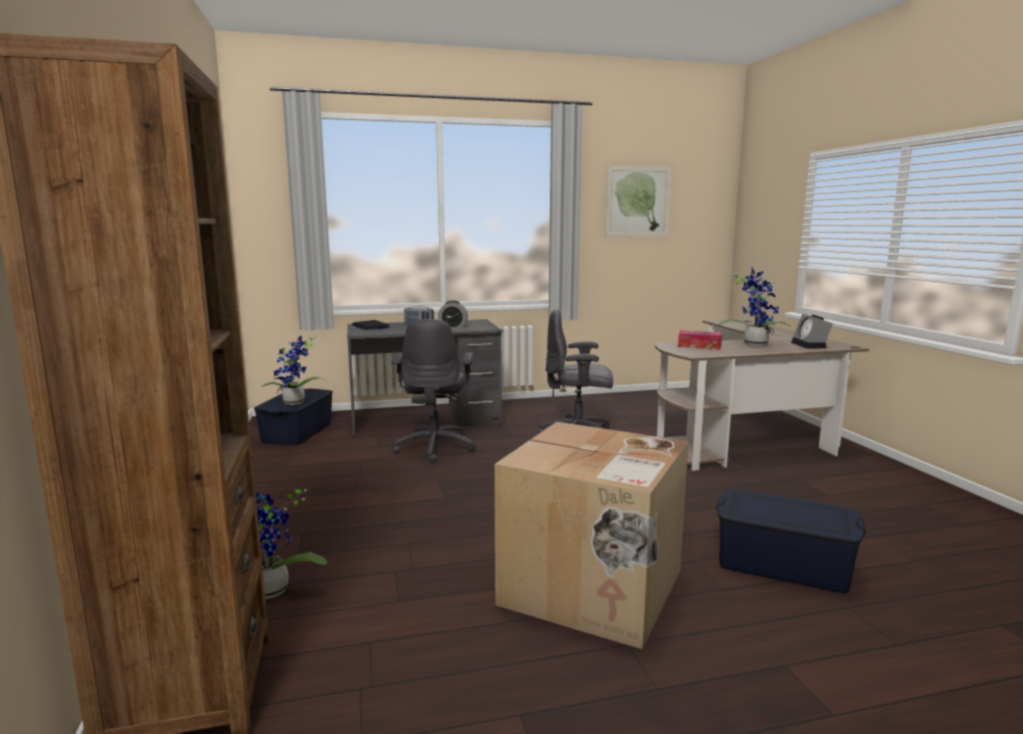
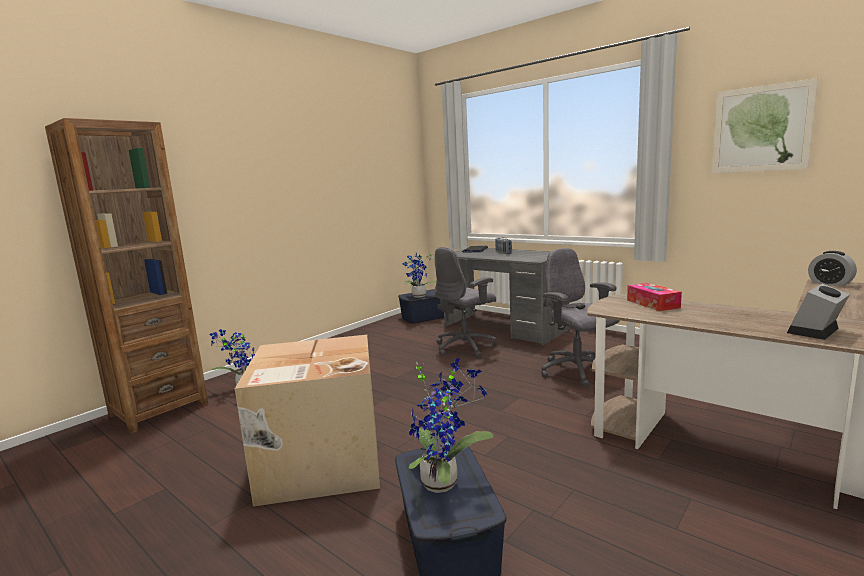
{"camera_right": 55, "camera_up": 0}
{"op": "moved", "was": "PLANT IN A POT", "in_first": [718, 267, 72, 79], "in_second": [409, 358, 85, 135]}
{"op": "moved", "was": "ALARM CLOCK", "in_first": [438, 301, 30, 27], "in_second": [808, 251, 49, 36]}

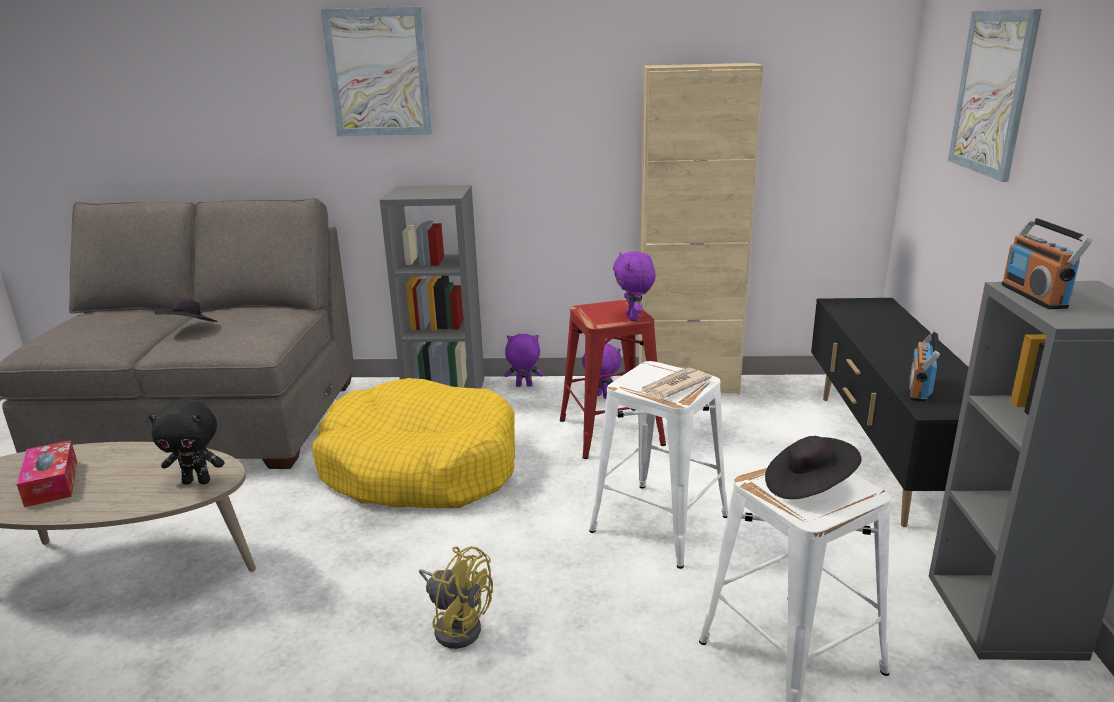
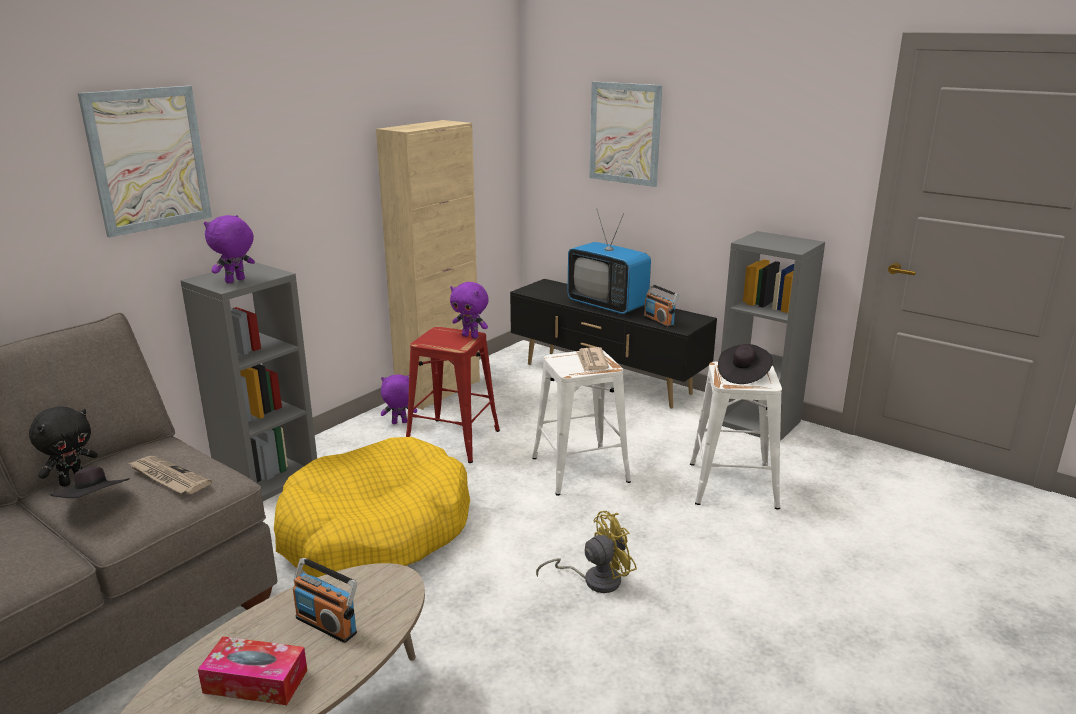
{"camera_right": -55, "camera_up": 0}
{"op": "moved", "was": "BLACK SOFT TOY", "in_first": [148, 400, 76, 85], "in_second": [29, 406, 69, 81]}
{"op": "added", "now": "PRINTED PAPER", "in_second": [129, 456, 83, 38]}
{"op": "moved", "was": "PURPLE-COLOURED SOFT TOY", "in_first": [504, 334, 39, 53], "in_second": [204, 215, 51, 68]}
{"op": "moved", "was": "RADIO", "in_first": [1001, 217, 91, 92], "in_second": [293, 558, 64, 85]}
{"op": "added", "now": "TELEVISION", "in_second": [567, 210, 84, 104]}

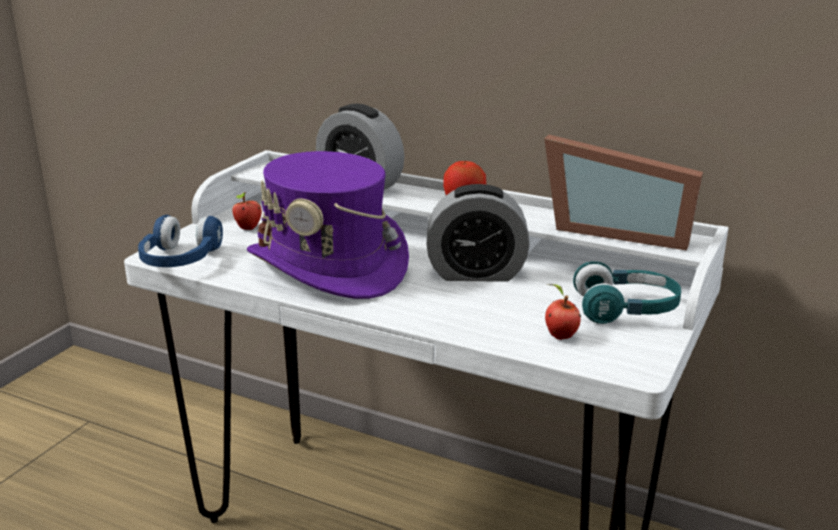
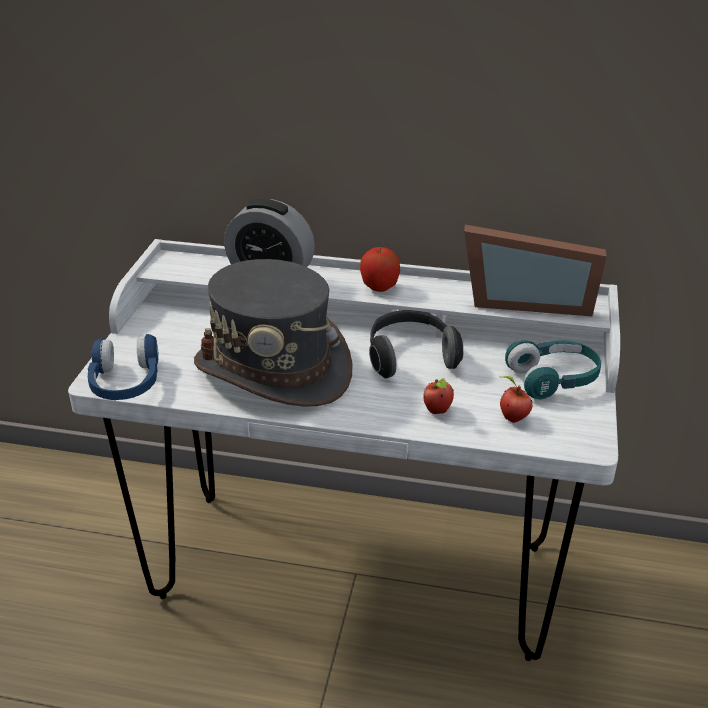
{"camera_right": -15, "camera_up": 10}
{"op": "recoloured", "was": "PURPLE-COLOURED WEARABLE HAT", "now": "GRAY WEARABLE HAT", "in_first": [247, 151, 162, 148], "in_second": [194, 259, 159, 148]}
{"op": "replaced", "was": "ALARM CLOCK", "now": "HEADPHONES", "in_first": [427, 184, 103, 98], "in_second": [369, 310, 95, 68]}
{"op": "moved", "was": "WHOLE APPLE", "in_first": [232, 192, 30, 38], "in_second": [423, 378, 31, 36]}

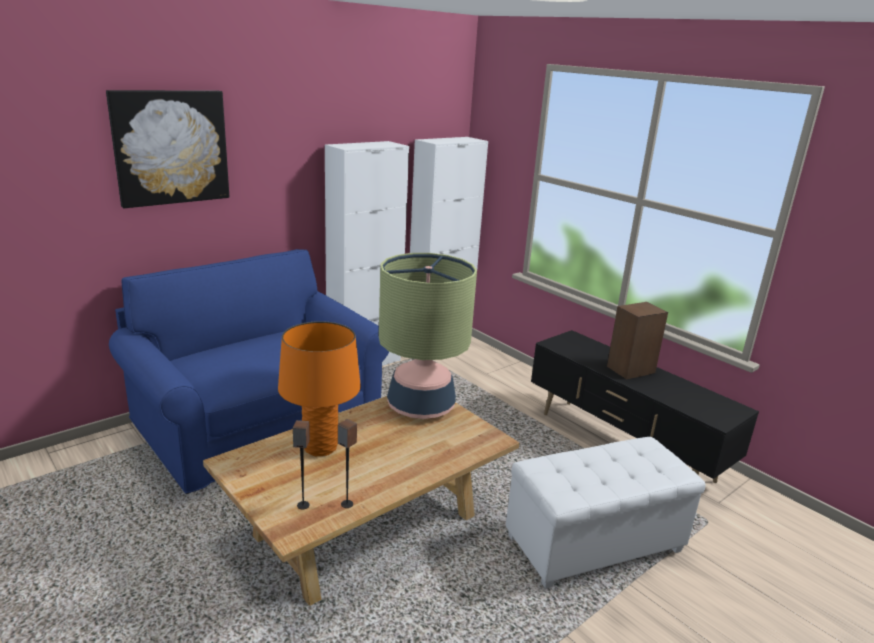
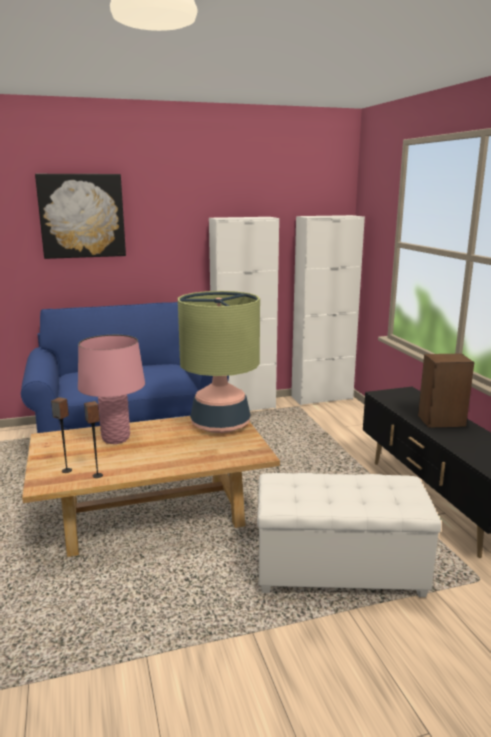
{"camera_right": 25, "camera_up": -5}
{"op": "recoloured", "was": "ORANGE TABLETOP LAMP", "now": "PINKISH TABLETOP LAMP", "in_first": [278, 321, 83, 135], "in_second": [78, 335, 67, 109]}

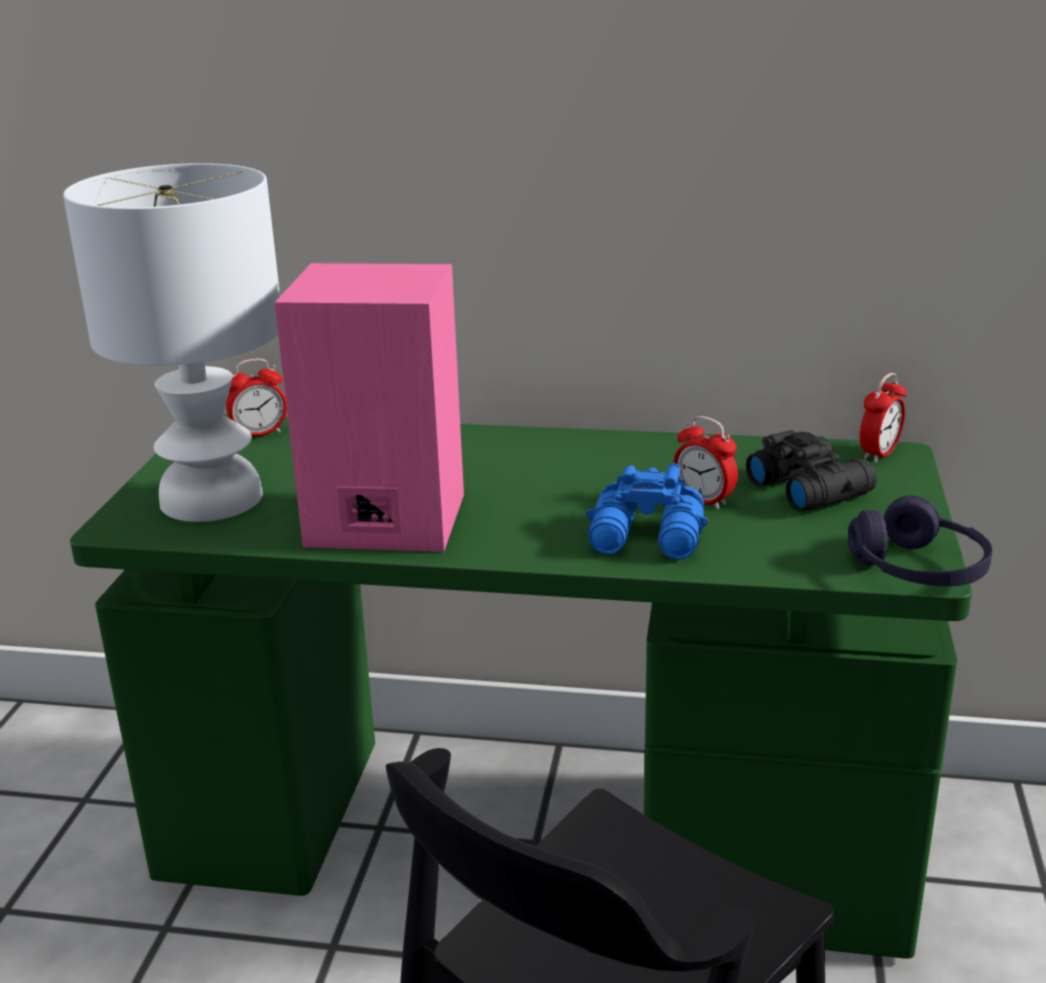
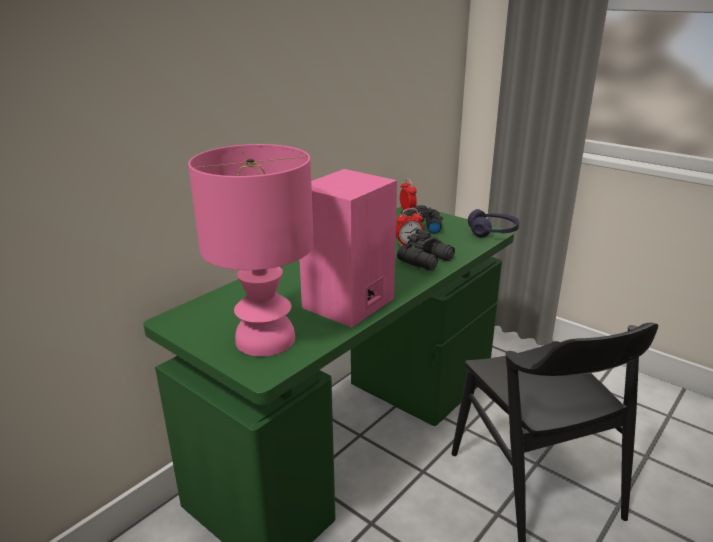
{"camera_right": -60, "camera_up": 0}
{"op": "recoloured", "was": "WHITE-COLOURED TABLETOP LAMP", "now": "PINKISH TABLETOP LAMP", "in_first": [63, 163, 217, 359], "in_second": [188, 144, 126, 213]}
{"op": "recoloured", "was": "BLUISH FIELD GLASSES", "now": "BLACK FIELD GLASSES", "in_first": [586, 463, 122, 97], "in_second": [397, 229, 58, 42]}
{"op": "removed", "was": "ALARM CLOCK", "in_first": [226, 358, 61, 78]}

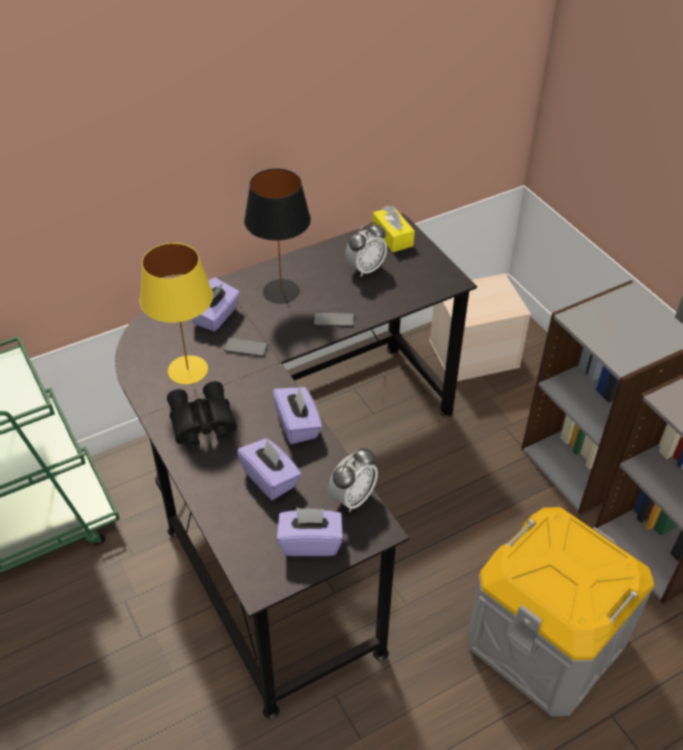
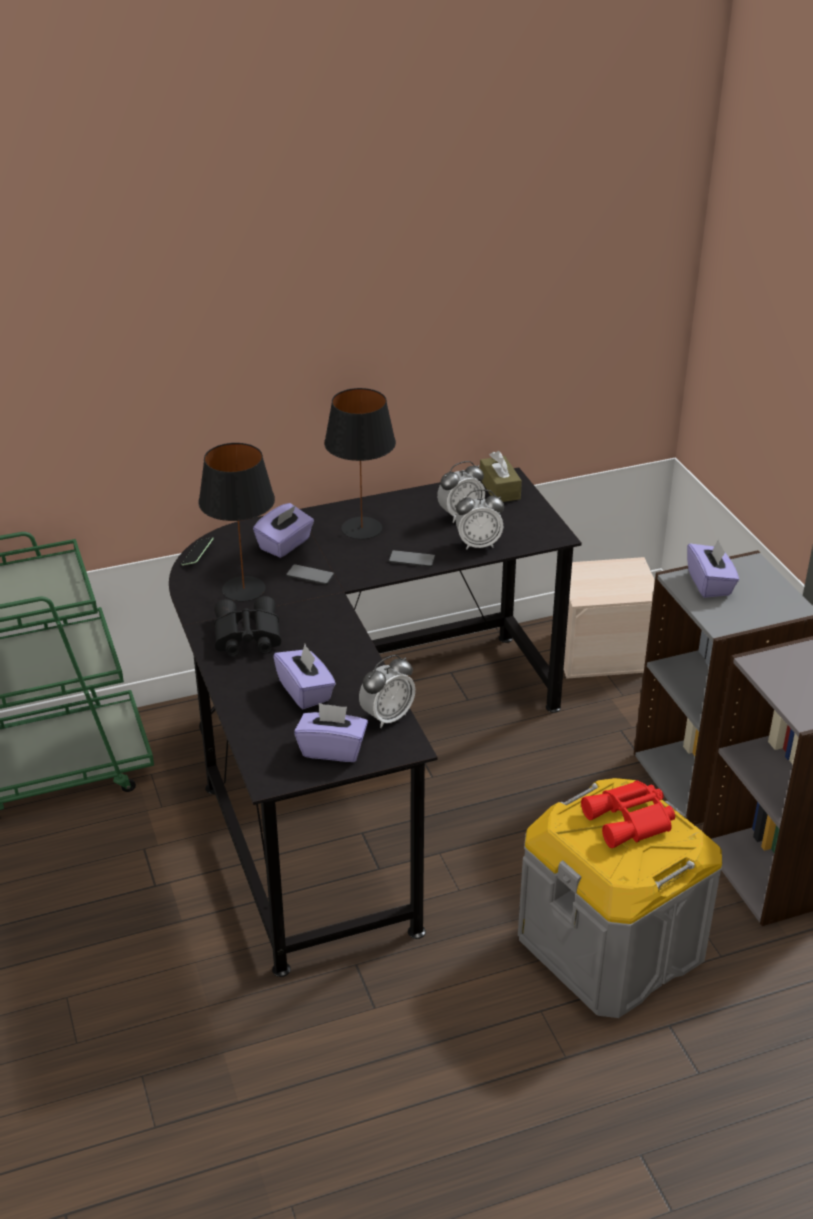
{"camera_right": 10, "camera_up": -10}
{"op": "added", "now": "TELEPHONE", "in_second": [181, 537, 33, 29]}
{"op": "recoloured", "was": "YELLOWISH TABLETOP LAMP", "now": "BLACK TABLETOP LAMP", "in_first": [140, 243, 73, 141], "in_second": [198, 443, 77, 158]}
{"op": "added", "now": "ALARM CLOCK", "in_second": [456, 489, 48, 61]}
{"op": "recoloured", "was": "YELLOWISH TISSUE BOX", "now": "BROWN TISSUE BOX", "in_first": [373, 206, 42, 46], "in_second": [480, 451, 42, 51]}
{"op": "added", "now": "RED FIELD GLASSES", "in_second": [581, 780, 94, 68]}
{"op": "moved", "was": "PURPLE-COLOURED TISSUE BOX", "in_first": [272, 387, 50, 57], "in_second": [687, 539, 52, 59]}

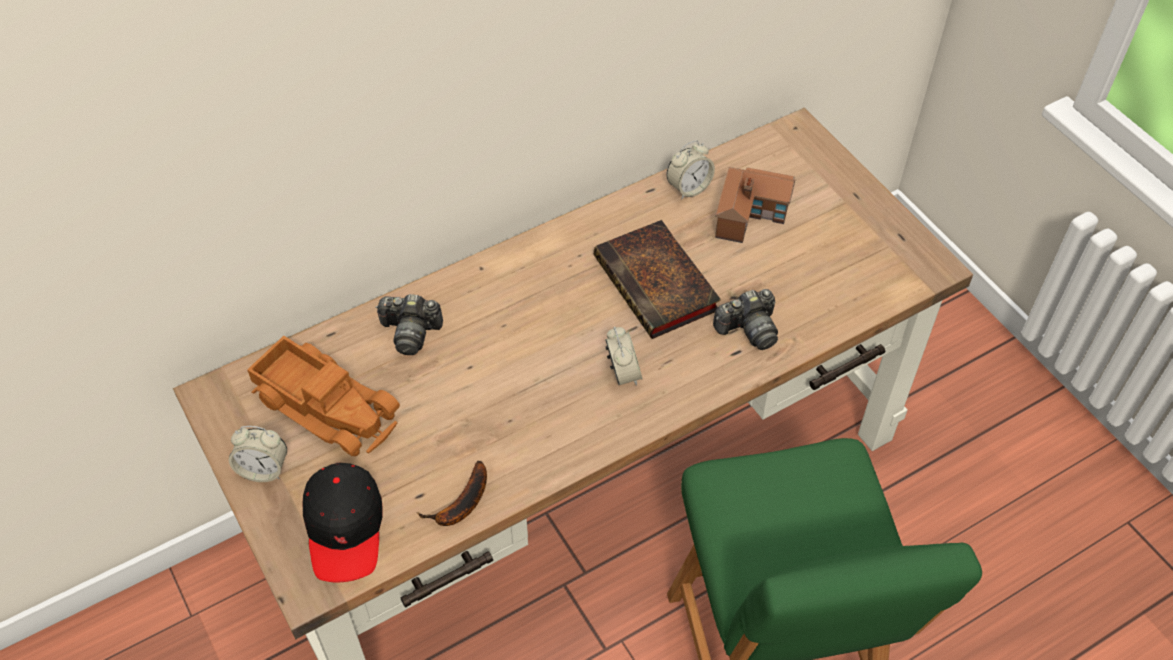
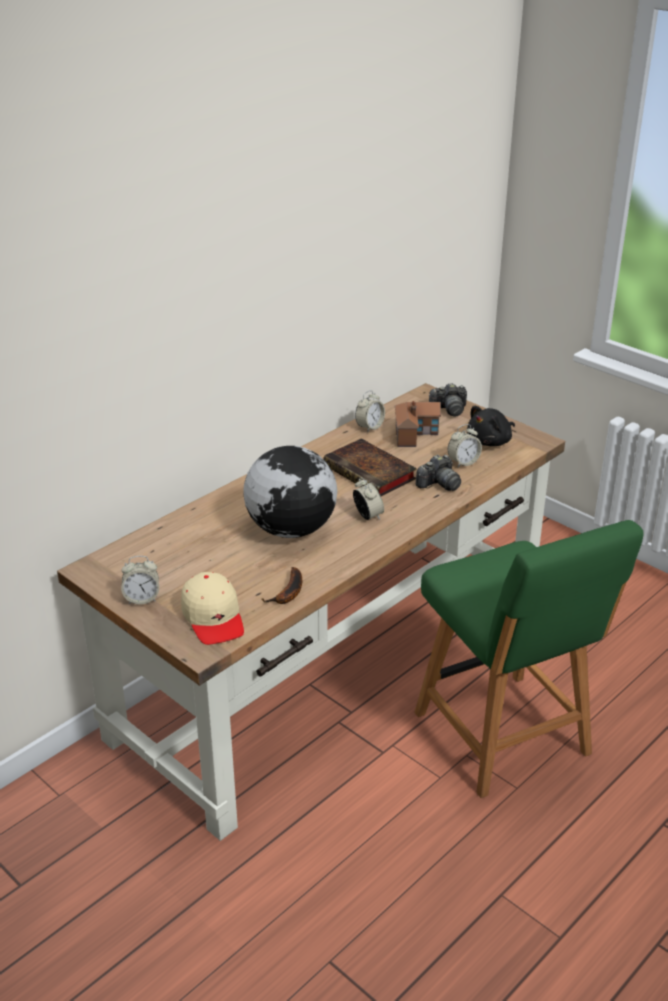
{"camera_right": -15, "camera_up": -20}
{"op": "recoloured", "was": "BLACK CAP", "now": "BEIGE CAP", "in_first": [303, 463, 80, 120], "in_second": [181, 572, 63, 73]}
{"op": "added", "now": "DESK GLOBE", "in_second": [243, 446, 94, 92]}
{"op": "moved", "was": "PHOTO CAMERA", "in_first": [376, 294, 67, 61], "in_second": [429, 383, 38, 33]}
{"op": "added", "now": "ALARM CLOCK", "in_second": [448, 424, 34, 43]}
{"op": "added", "now": "BLACK SOFT TOY", "in_second": [467, 406, 48, 40]}
{"op": "removed", "was": "TOY TRUCK", "in_first": [247, 336, 153, 120]}

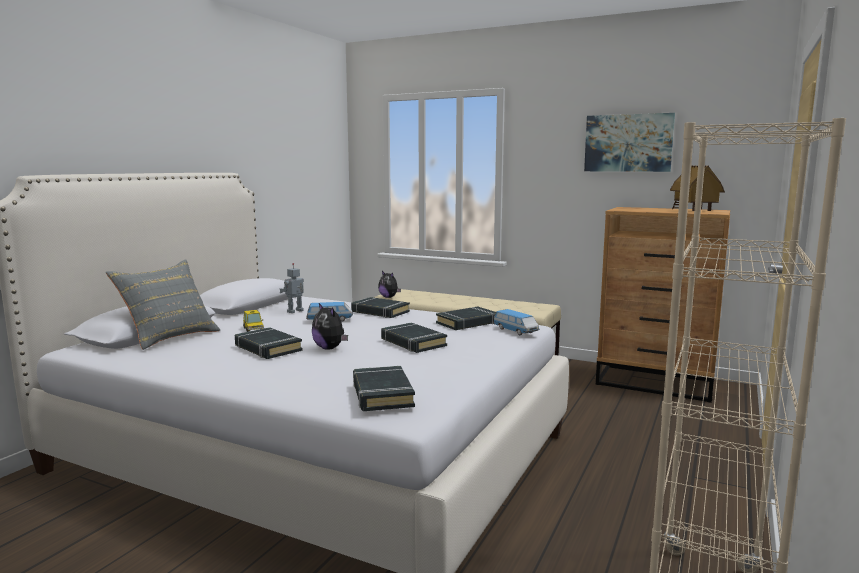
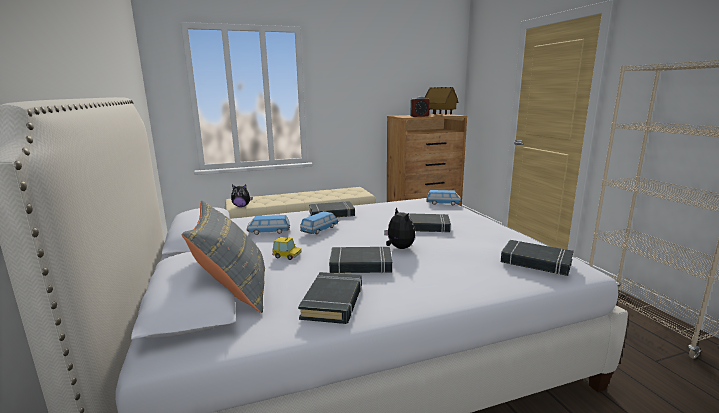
{"camera_right": -45, "camera_up": 5}
{"op": "replaced", "was": "ROBOT FIGURE", "now": "TOY CAR", "in_first": [279, 263, 25, 50], "in_second": [247, 215, 43, 20]}
{"op": "moved", "was": "BLACK BOOK", "in_first": [436, 306, 60, 24], "in_second": [298, 272, 64, 52]}
{"op": "turned", "was": "SOFT TOY", "in_first": [312, 303, 36, 47], "in_second": [384, 207, 31, 42], "clockwise": -120}
{"op": "added", "now": "ALARM CLOCK", "in_second": [410, 97, 20, 20]}
{"op": "removed", "was": "PICTURE", "in_first": [584, 113, 91, 59]}

